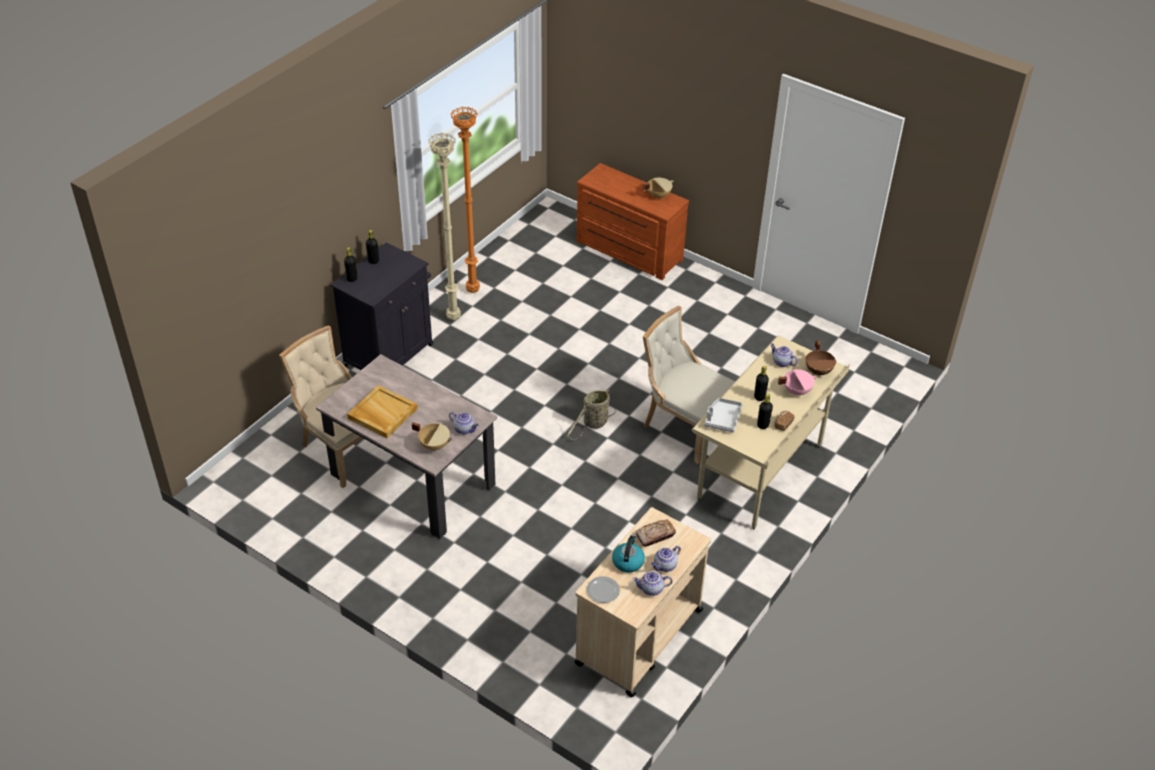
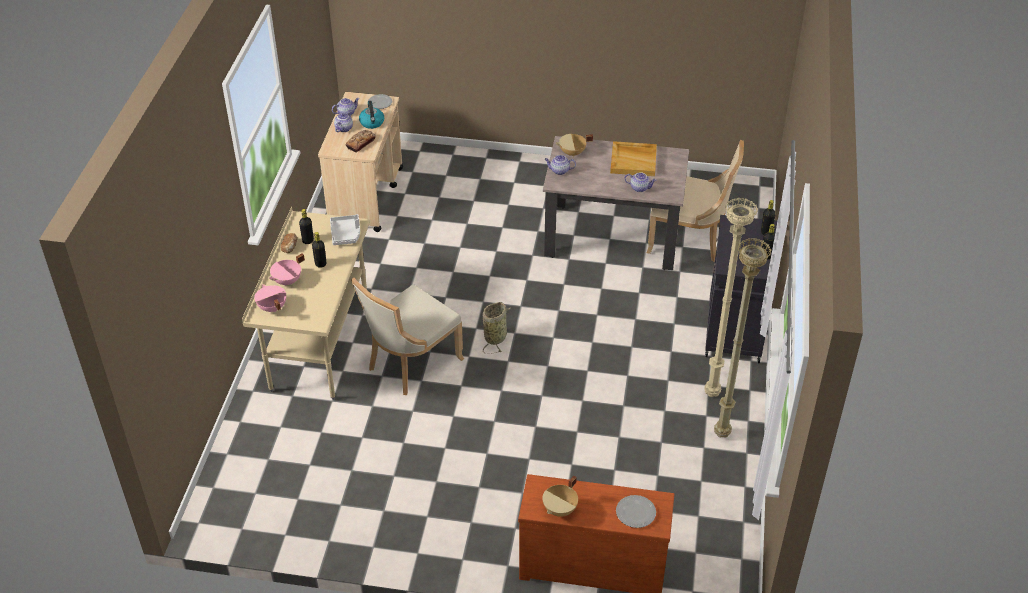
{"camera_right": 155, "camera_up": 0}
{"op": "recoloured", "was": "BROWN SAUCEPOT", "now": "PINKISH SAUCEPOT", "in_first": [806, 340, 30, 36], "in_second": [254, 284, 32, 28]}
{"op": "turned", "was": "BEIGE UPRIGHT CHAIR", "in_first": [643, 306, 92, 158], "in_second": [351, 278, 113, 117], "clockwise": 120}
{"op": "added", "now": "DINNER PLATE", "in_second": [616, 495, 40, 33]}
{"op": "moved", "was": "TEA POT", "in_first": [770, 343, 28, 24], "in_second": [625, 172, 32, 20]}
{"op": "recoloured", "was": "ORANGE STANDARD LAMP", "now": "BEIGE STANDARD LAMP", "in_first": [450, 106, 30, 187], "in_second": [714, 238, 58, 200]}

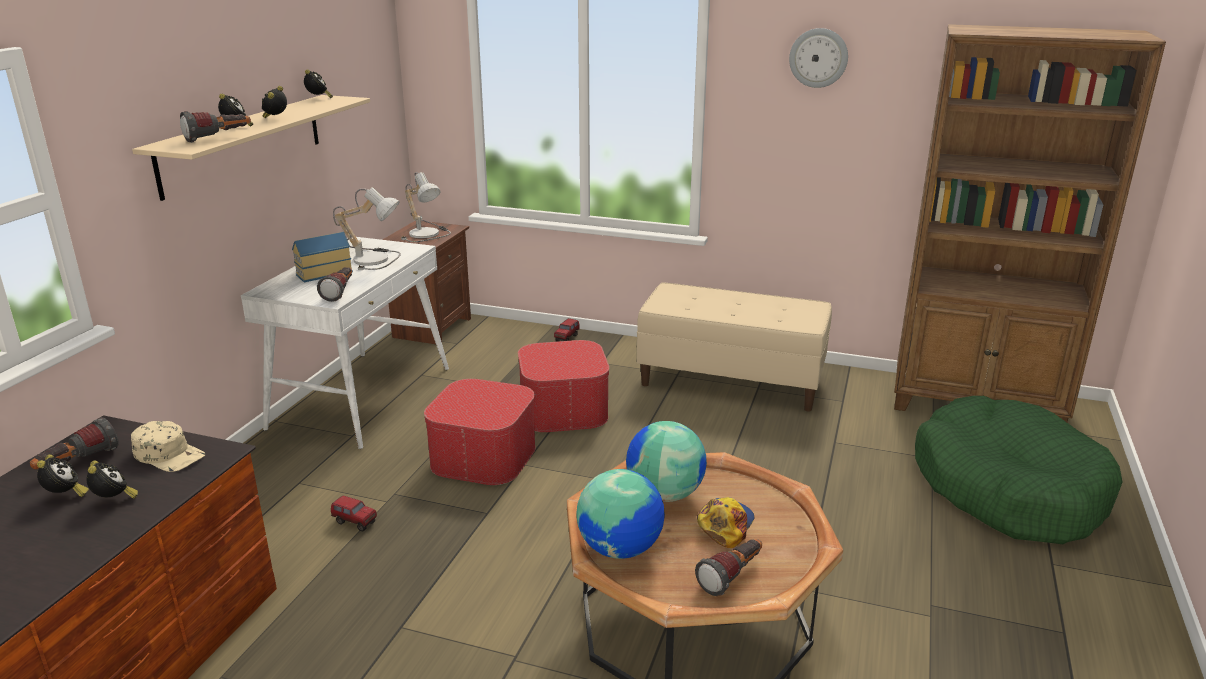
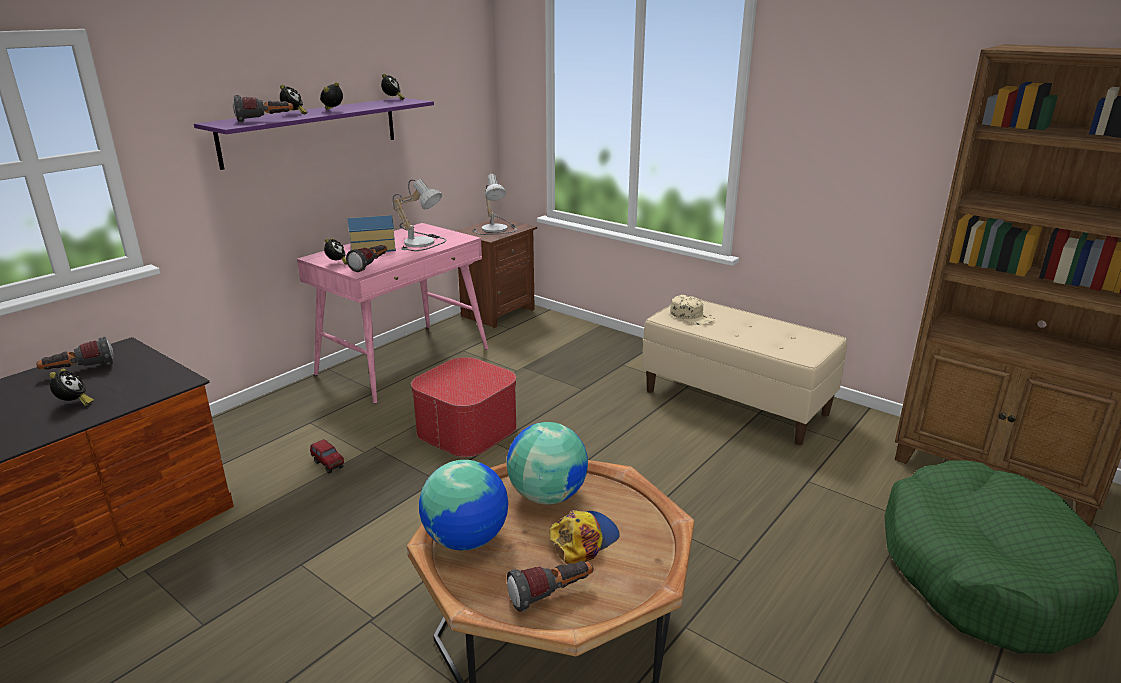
{"camera_right": 20, "camera_up": 0}
{"op": "recoloured", "was": "BEIGE WALL SHELF", "now": "PURPLE-COLOURED WALL SHELF", "in_first": [132, 95, 238, 106], "in_second": [194, 98, 240, 72]}
{"op": "recoloured", "was": "WHITE-COLOURED DESK TABLE", "now": "PINKISH DESK TABLE", "in_first": [241, 237, 208, 212], "in_second": [297, 223, 191, 181]}
{"op": "moved", "was": "ALARM CLOCK", "in_first": [37, 454, 52, 43], "in_second": [324, 238, 23, 27]}
{"op": "moved", "was": "BEIGE CAP", "in_first": [131, 421, 74, 51], "in_second": [670, 295, 46, 30]}
{"op": "removed", "was": "OTTOMAN", "in_first": [518, 340, 91, 92]}
{"op": "removed", "was": "TOY TRUCK", "in_first": [554, 318, 26, 24]}
{"op": "removed", "was": "WALL CLOCK", "in_first": [789, 28, 59, 60]}

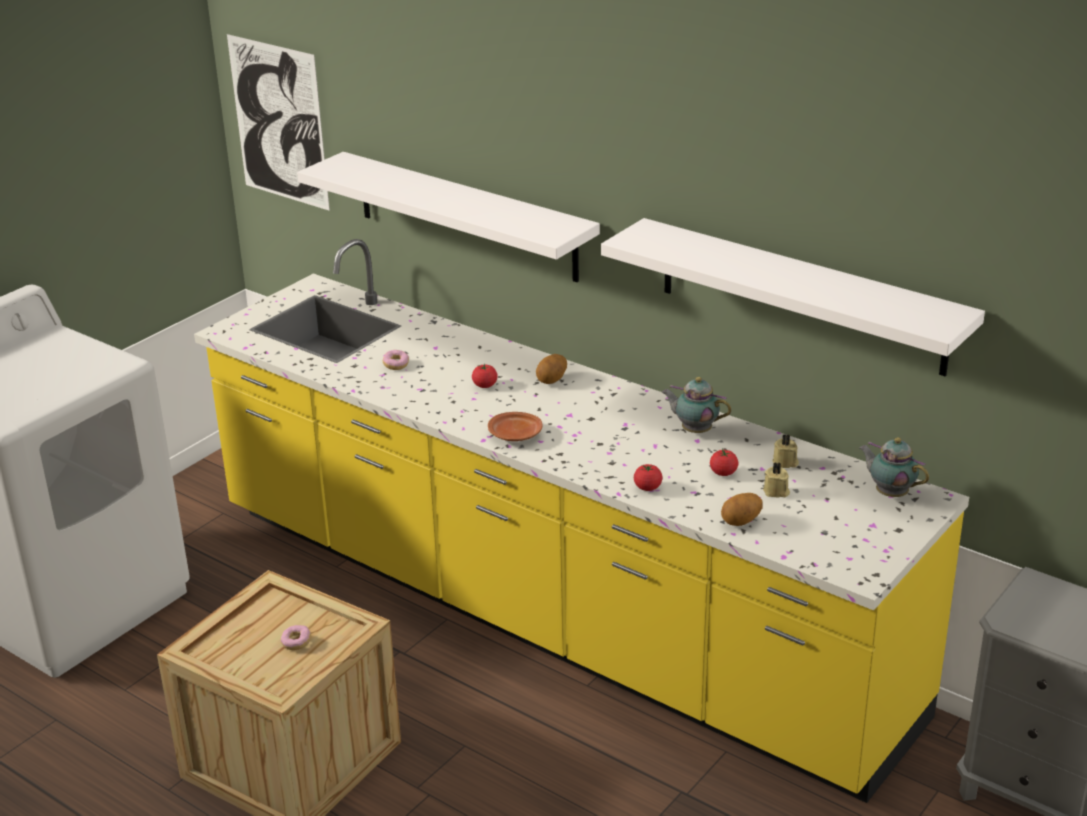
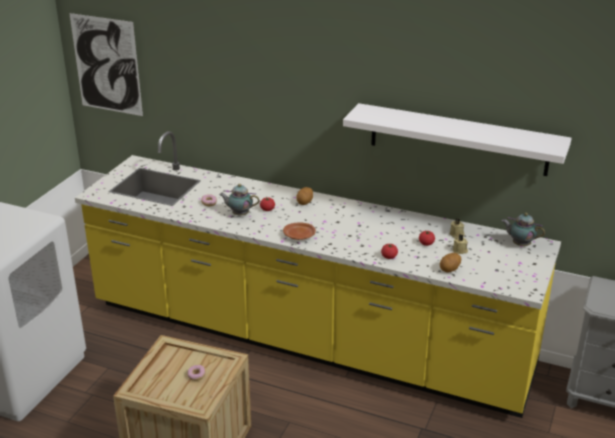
{"camera_right": -15, "camera_up": 0}
{"op": "moved", "was": "TEA POT", "in_first": [662, 377, 69, 56], "in_second": [219, 184, 41, 31]}
{"op": "removed", "was": "WHITE-COLOURED WALL SHELF", "in_first": [297, 152, 303, 130]}

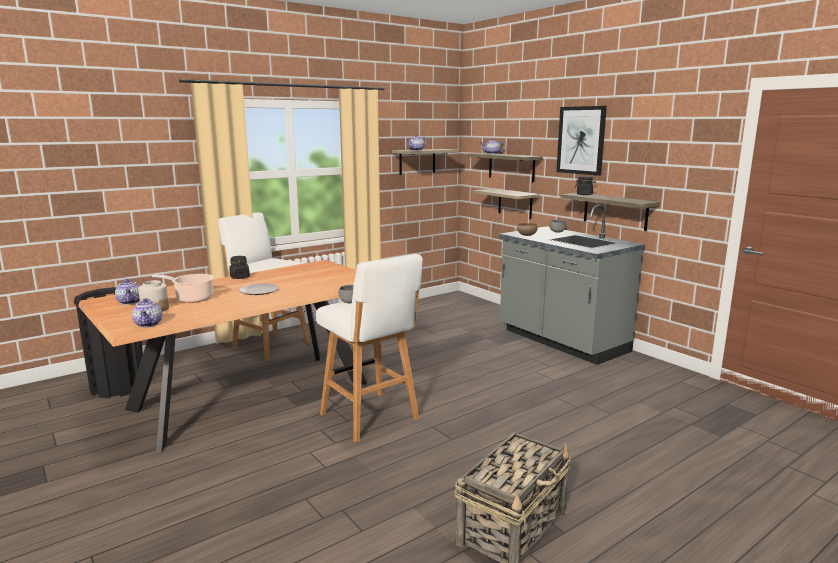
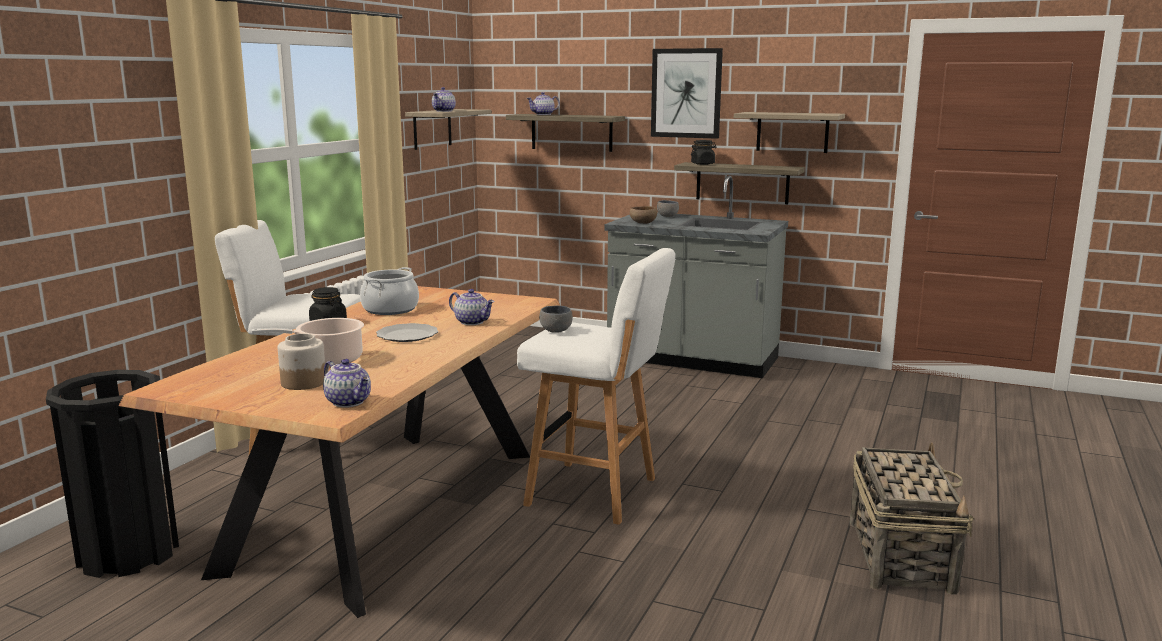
{"camera_right": -30, "camera_up": 0}
{"op": "added", "now": "SAUCEPOT", "in_second": [360, 267, 59, 48]}
{"op": "moved", "was": "TEA POT", "in_first": [115, 279, 25, 26], "in_second": [449, 289, 46, 36]}
{"op": "moved", "was": "WALL SHELF", "in_first": [473, 189, 67, 30], "in_second": [734, 112, 111, 41]}

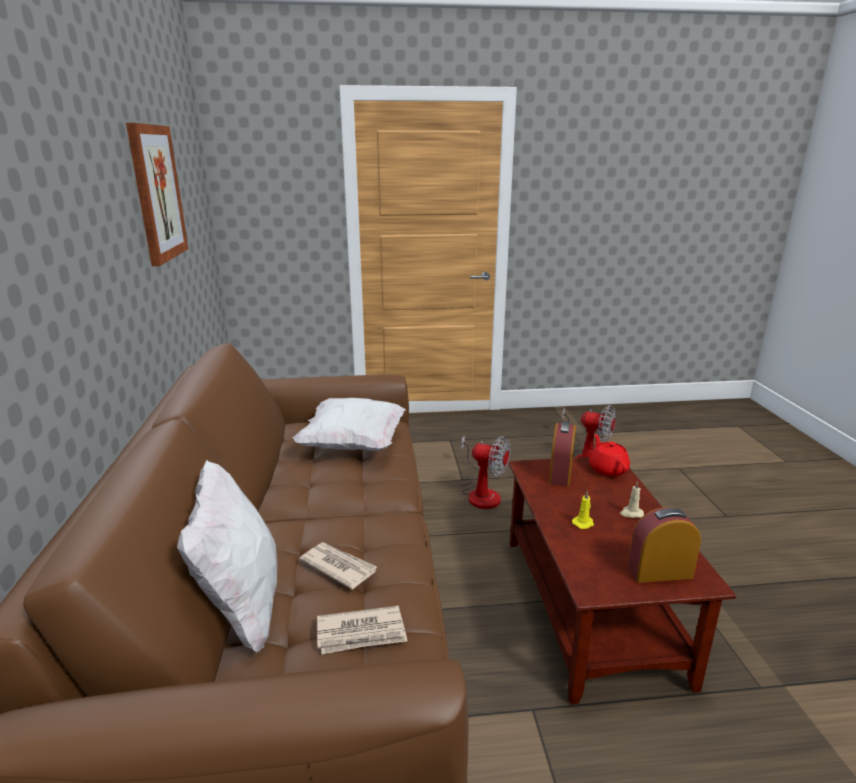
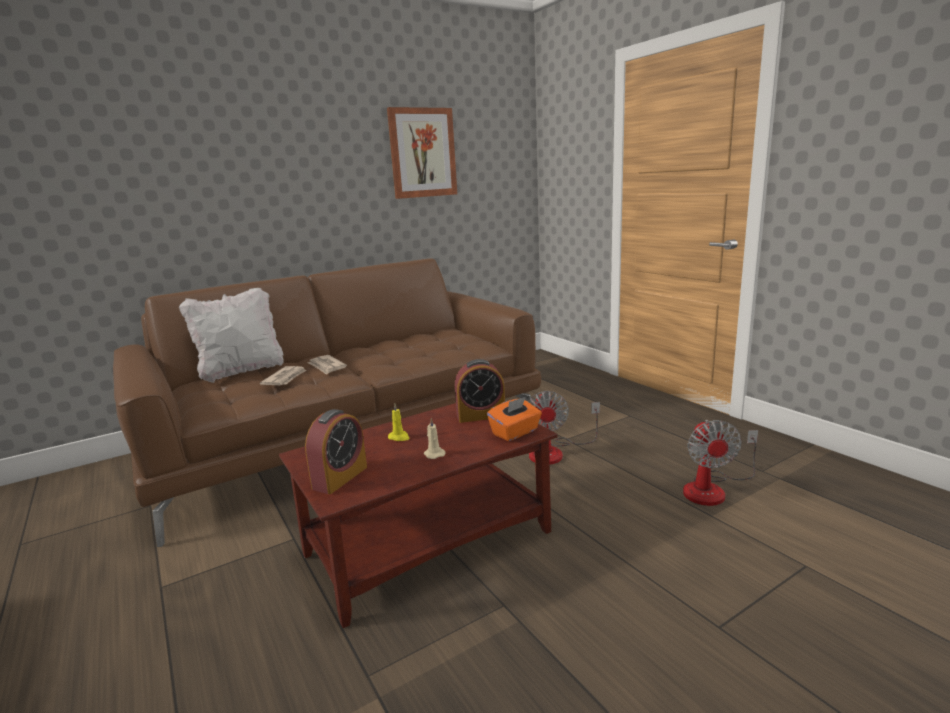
{"camera_right": 65, "camera_up": -5}
{"op": "turned", "was": "ALARM CLOCK", "in_first": [627, 507, 74, 76], "in_second": [305, 409, 62, 85], "clockwise": 60}
{"op": "moved", "was": "PRINTED PAPER", "in_first": [317, 606, 90, 48], "in_second": [307, 355, 40, 20]}
{"op": "replaced", "was": "RED TEA POT", "now": "ORANGE TISSUE BOX", "in_first": [589, 434, 41, 42], "in_second": [487, 397, 55, 44]}
{"op": "removed", "was": "WHITE-COLOURED THROW PILLOW", "in_first": [292, 398, 114, 53]}

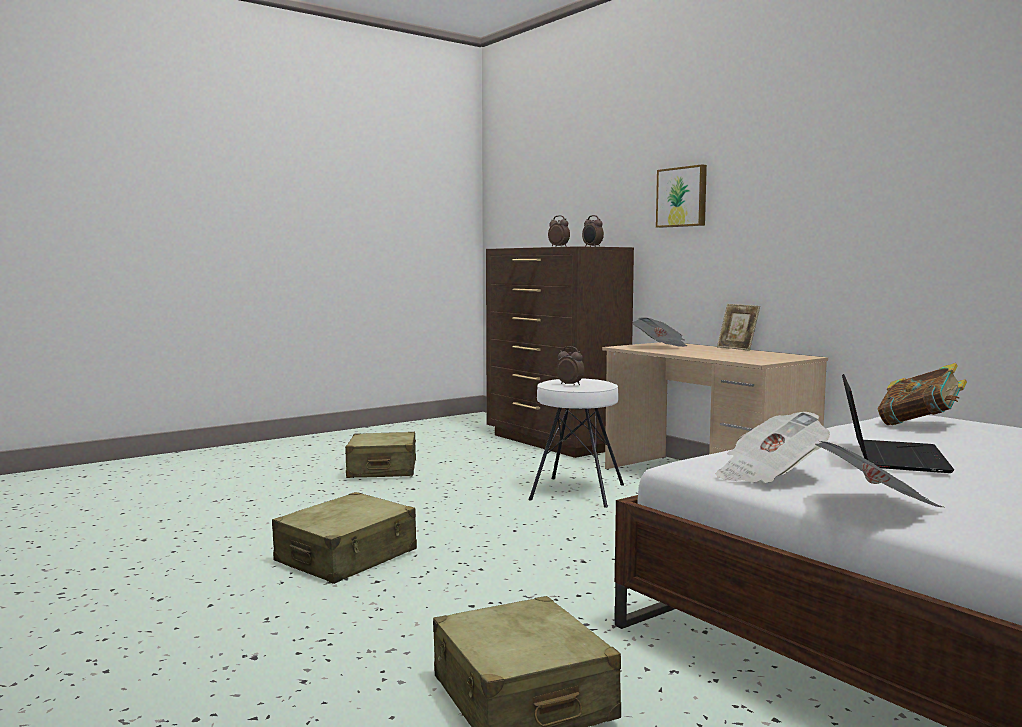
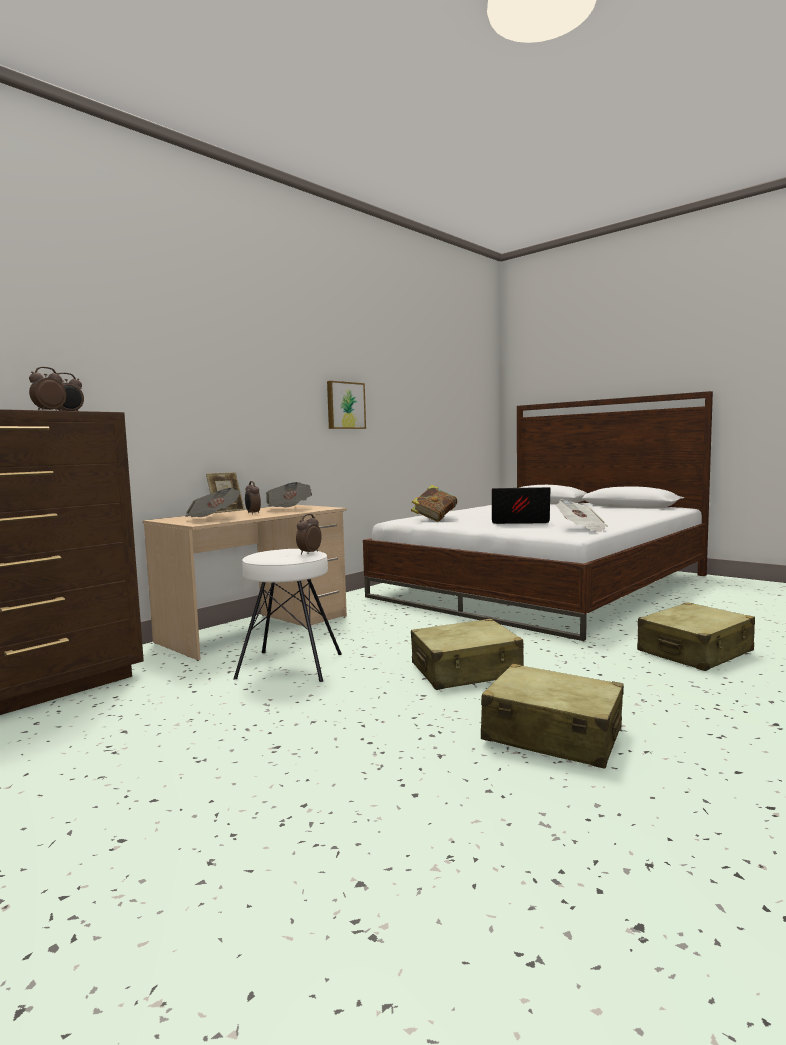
{"camera_right": -100, "camera_up": 0}
{"op": "added", "now": "ALARM CLOCK", "in_second": [245, 481, 16, 34]}
{"op": "moved", "was": "PRINTED PAPER", "in_first": [815, 441, 128, 66], "in_second": [266, 482, 46, 25]}
{"op": "moved", "was": "PICTURE", "in_first": [656, 164, 51, 64], "in_second": [327, 381, 39, 48]}
{"op": "moved", "was": "BEIGE PIECE OF LUGGAGE", "in_first": [345, 432, 71, 46], "in_second": [411, 619, 113, 71]}

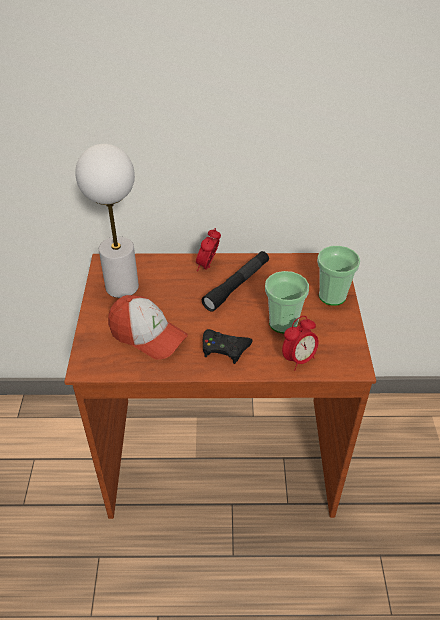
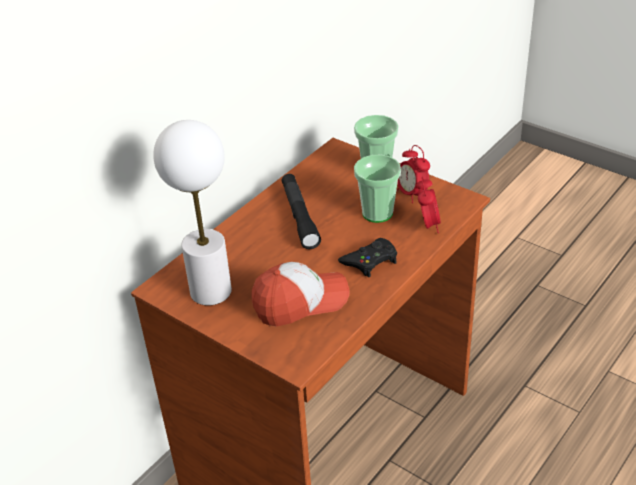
{"camera_right": -50, "camera_up": -5}
{"op": "moved", "was": "ALARM CLOCK", "in_first": [196, 228, 25, 43], "in_second": [397, 145, 33, 58]}

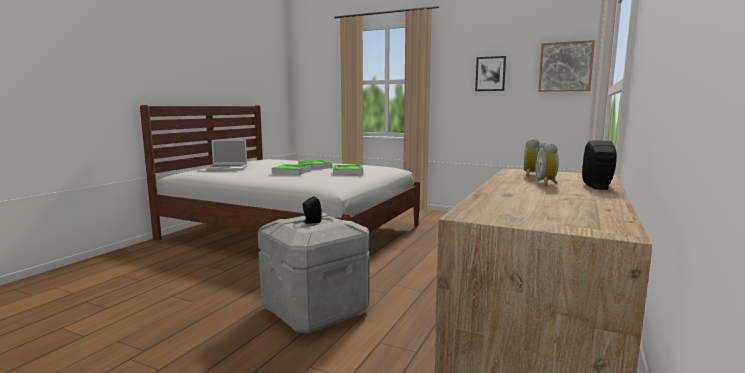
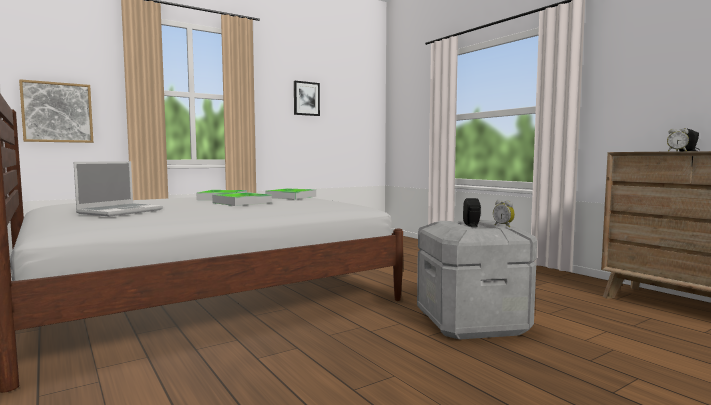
{"camera_right": -60, "camera_up": -5}
{"op": "moved", "was": "PICTURE", "in_first": [538, 40, 57, 52], "in_second": [19, 79, 74, 64]}
{"op": "moved", "was": "ALARM CLOCK", "in_first": [524, 138, 16, 38], "in_second": [493, 200, 22, 27]}

